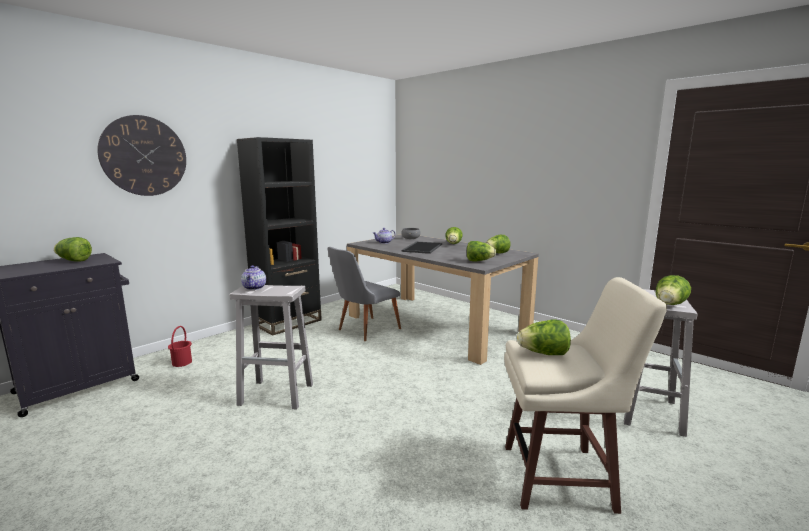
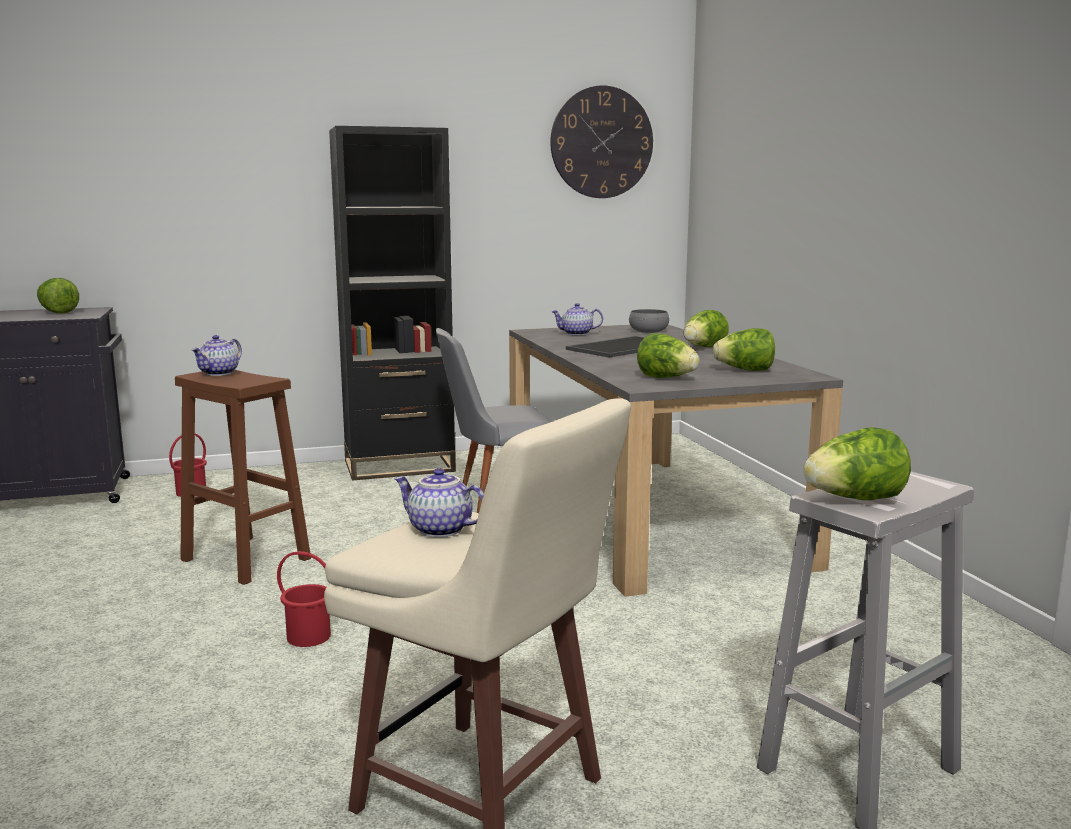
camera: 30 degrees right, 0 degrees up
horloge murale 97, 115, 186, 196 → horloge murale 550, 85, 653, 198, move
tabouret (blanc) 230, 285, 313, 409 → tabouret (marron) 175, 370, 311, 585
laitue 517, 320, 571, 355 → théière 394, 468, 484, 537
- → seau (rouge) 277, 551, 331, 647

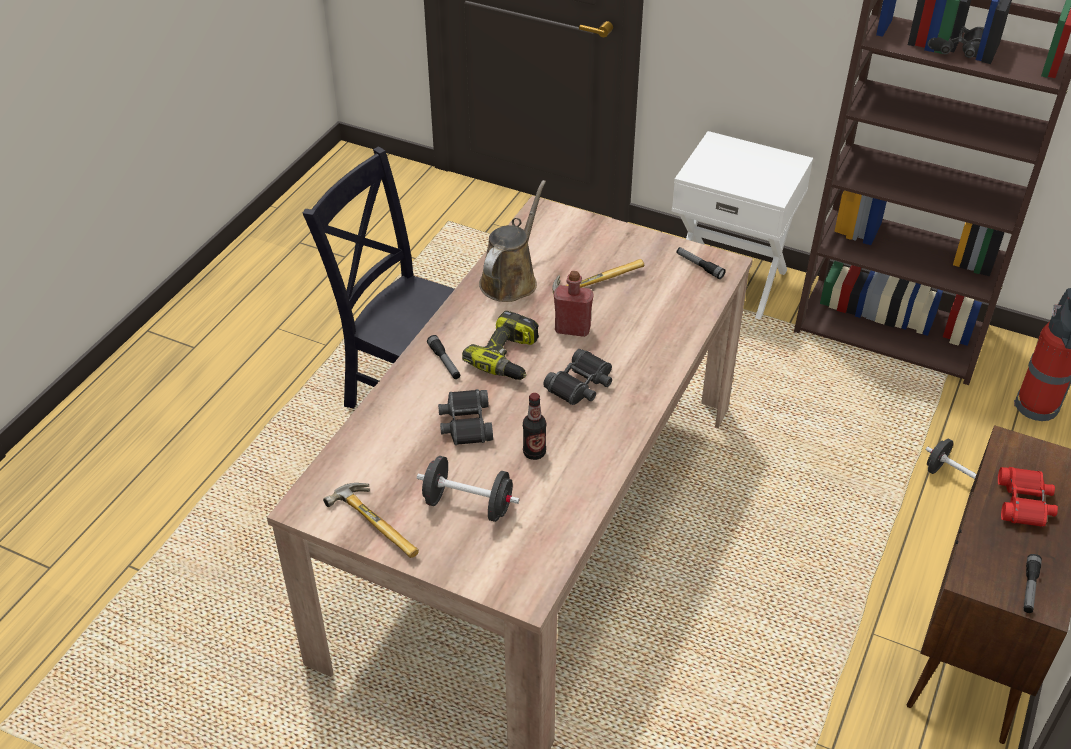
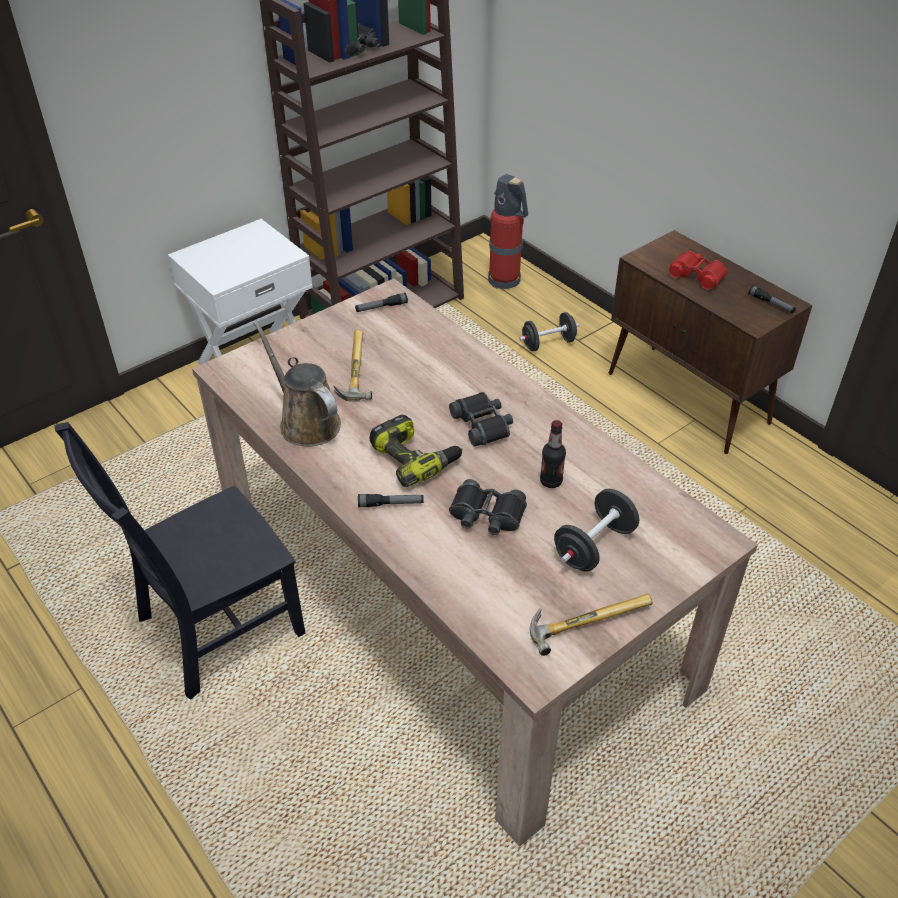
camera: 65 degrees left, 0 degrees up
bouteille (rouge) 554, 271, 594, 337 → -

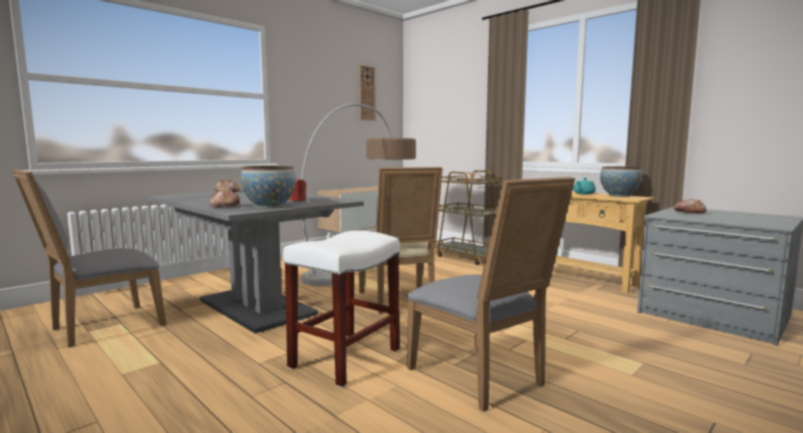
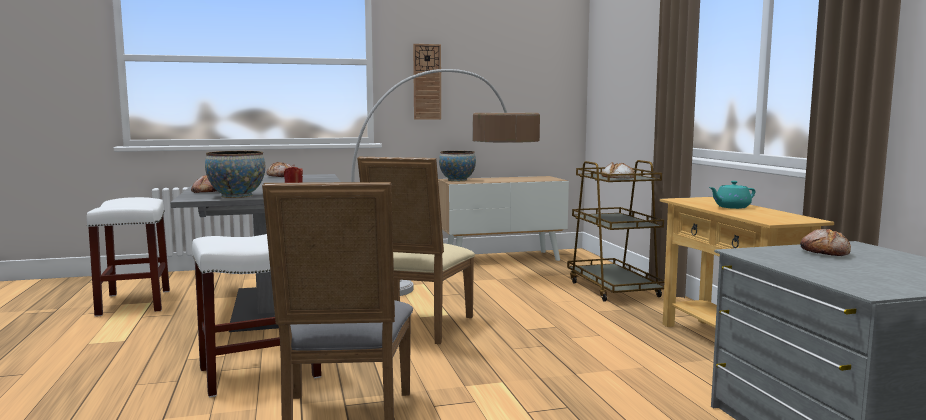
camera: 30 degrees right, 0 degrees up
chaise (gris) 12, 169, 166, 348 → tabouret (blanc) 86, 197, 170, 317
horloge murale 359, 65, 376, 121 → horloge murale 413, 44, 441, 120, move
bol 600, 167, 642, 197 → bol 439, 151, 476, 181, move

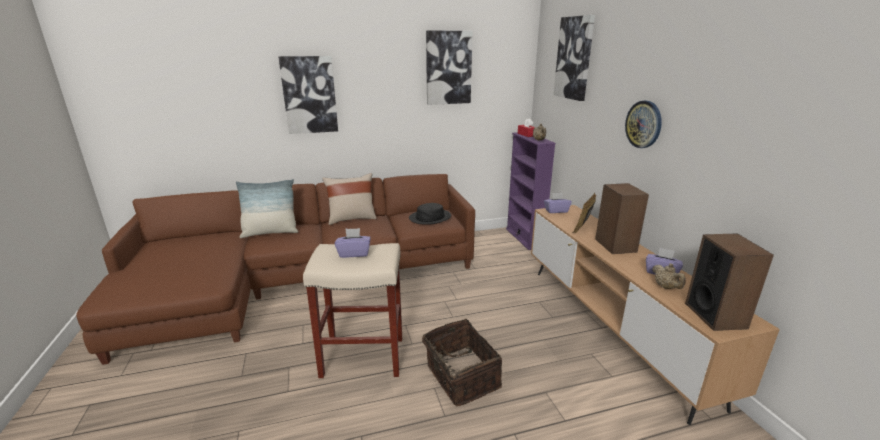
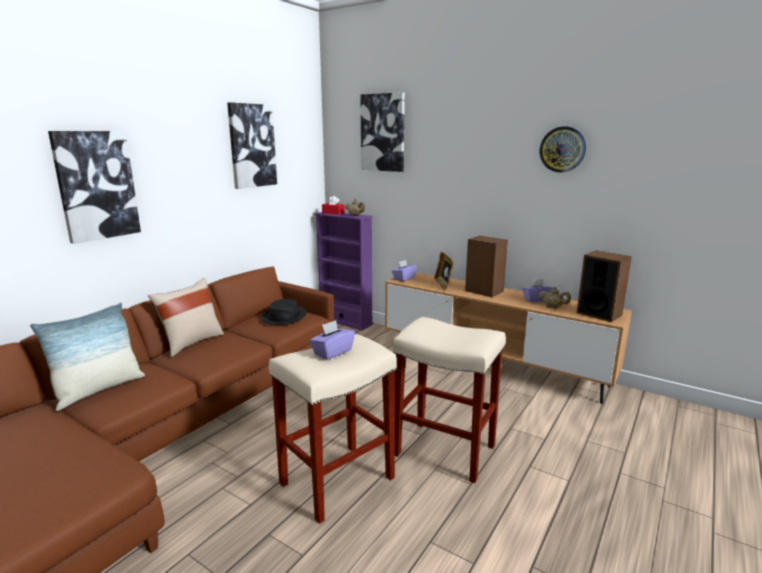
camera: 40 degrees left, 5 degrees down
panier 422, 319, 502, 407 → tabouret (beige) 393, 317, 506, 483
horloge murale 625, 101, 662, 148 → horloge murale 540, 126, 586, 173, move

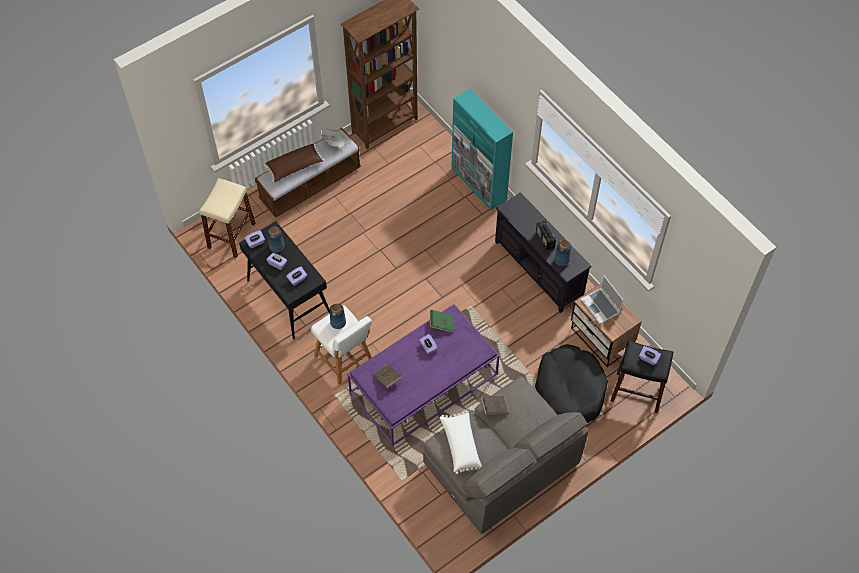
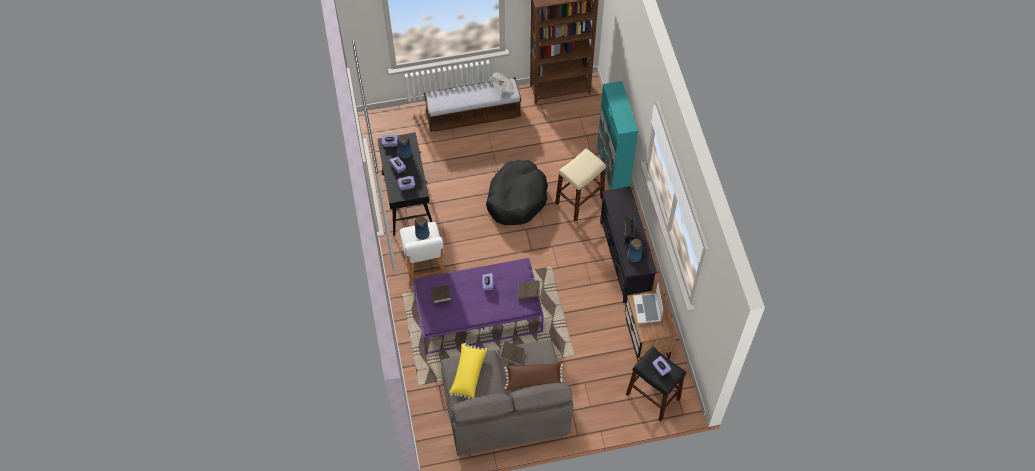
camera: 25 degrees right, 0 degrees up
tabouret (beige) 199, 178, 256, 258 → tabouret (beige) 555, 148, 606, 221, move
coussin (marron) 264, 144, 324, 182 → coussin (marron) 504, 364, 563, 391, move
livre (vert) 430, 310, 453, 333 → -
coussin (blanc) 440, 411, 482, 474 → coussin (jaune) 449, 343, 487, 399
panier pour chien (noir) 535, 344, 608, 423 → panier pour chien (noir) 486, 160, 548, 225, move
- → livre (marron) 518, 280, 540, 300

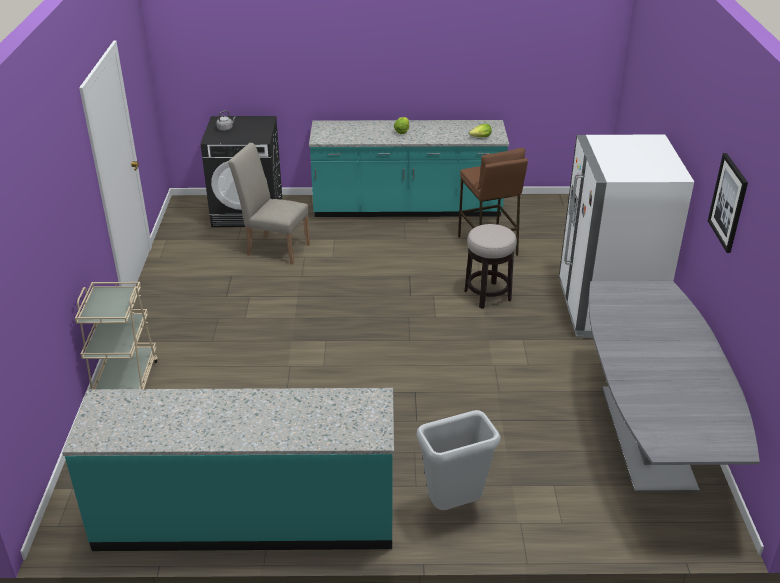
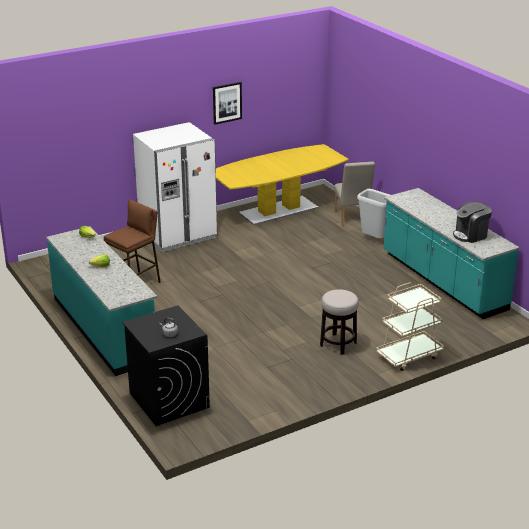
camera: 120 degrees left, 5 degrees down
chaise (beige) 228, 143, 310, 264 → chaise (beige) 334, 162, 375, 227, move
tabouret 465, 224, 517, 309 → tabouret 320, 289, 359, 355, move
table à manger (gris) 589, 281, 760, 493 → table à manger (jaune) 216, 144, 349, 225
- → machine à café 453, 201, 492, 243

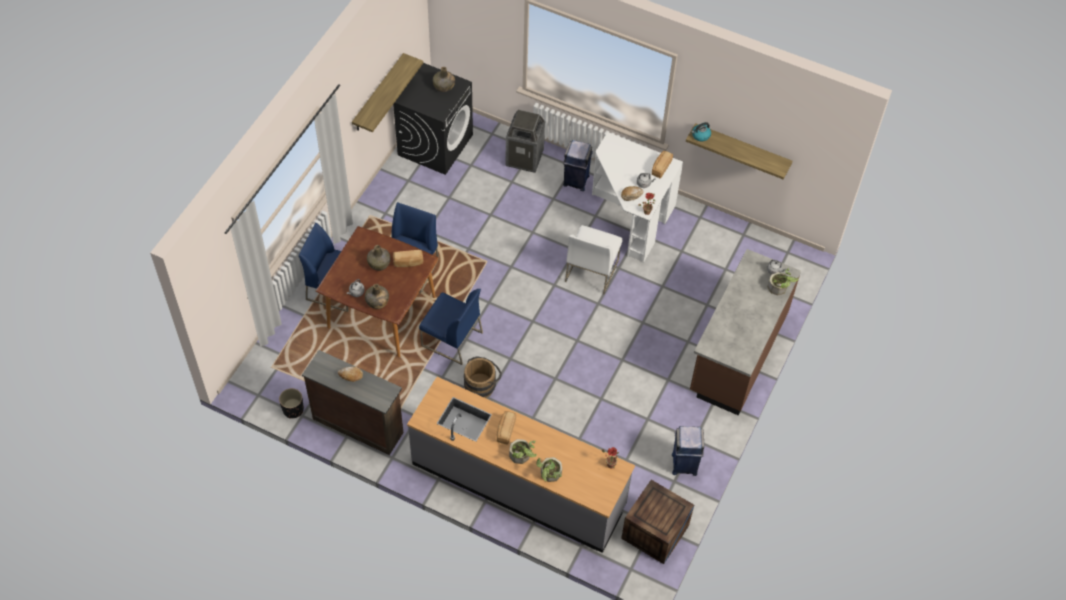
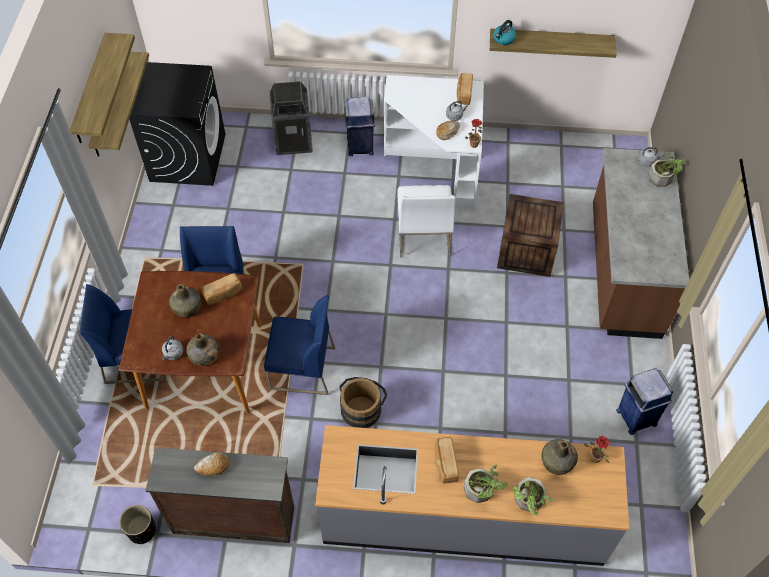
camera: 20 degrees left, 0 degrees up
bouteille (vert) 433, 67, 455, 92 → bouteille (vert) 542, 439, 578, 475, move
caisse 621, 480, 694, 564 → caisse 497, 194, 564, 277, move
- → étagère 70, 33, 135, 143

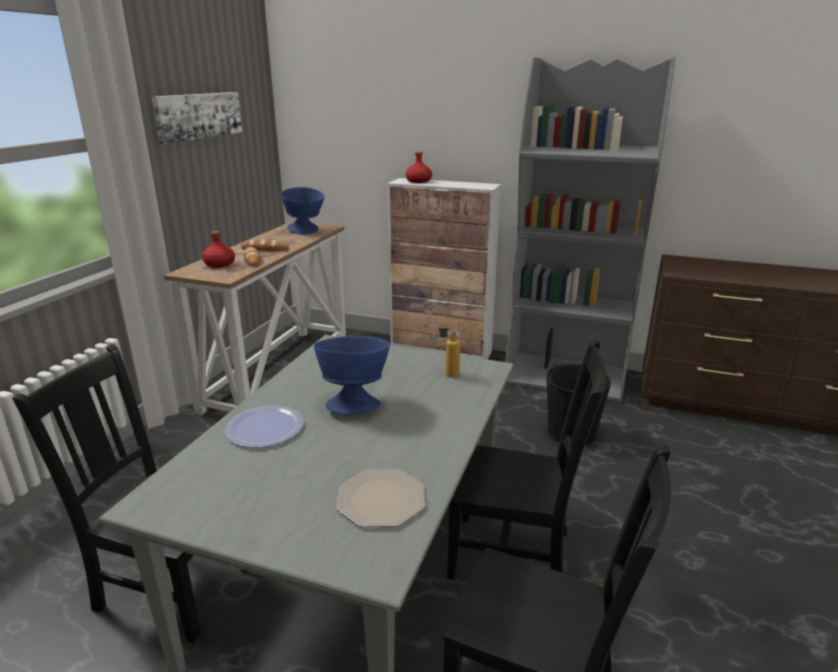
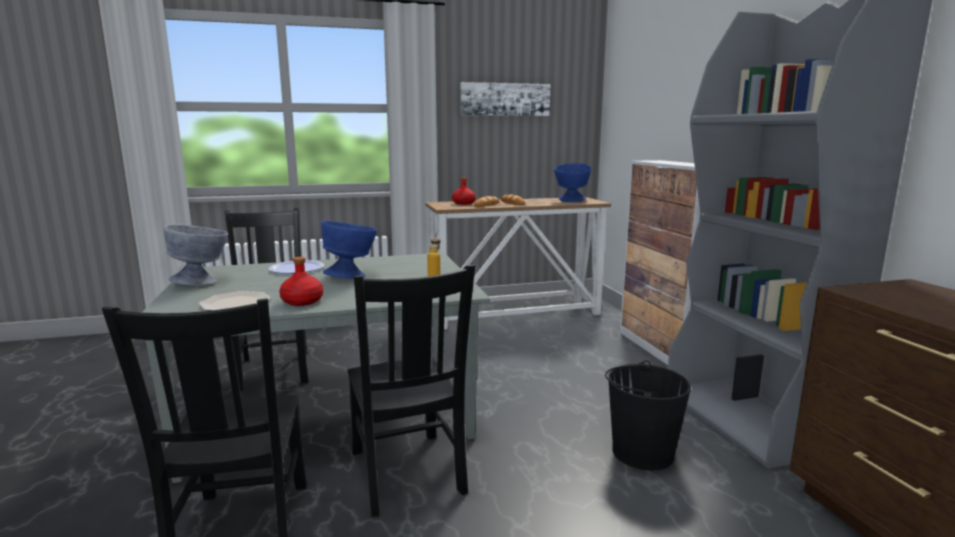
camera: 55 degrees right, 10 degrees down
bouteille (rouge) 406, 152, 432, 183 → bouteille (rouge) 279, 257, 324, 306, move
- → bol (gris) 164, 224, 228, 286

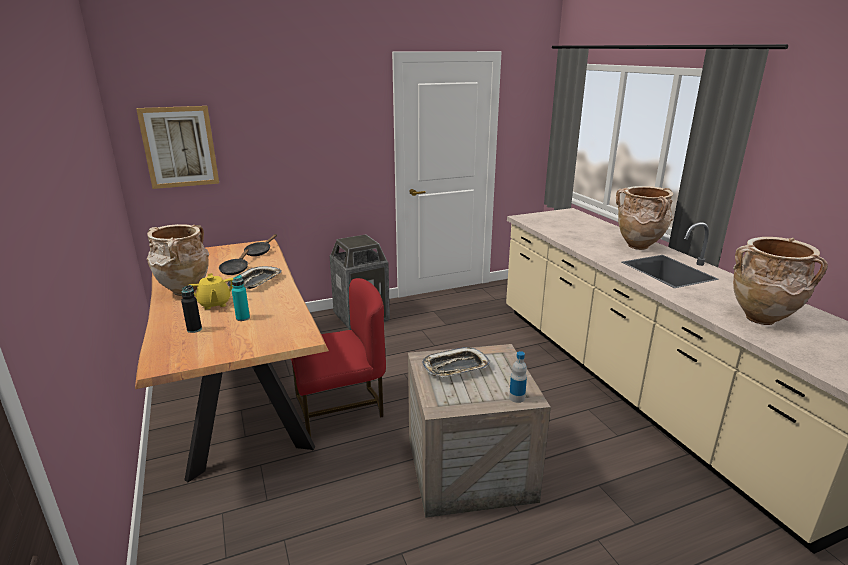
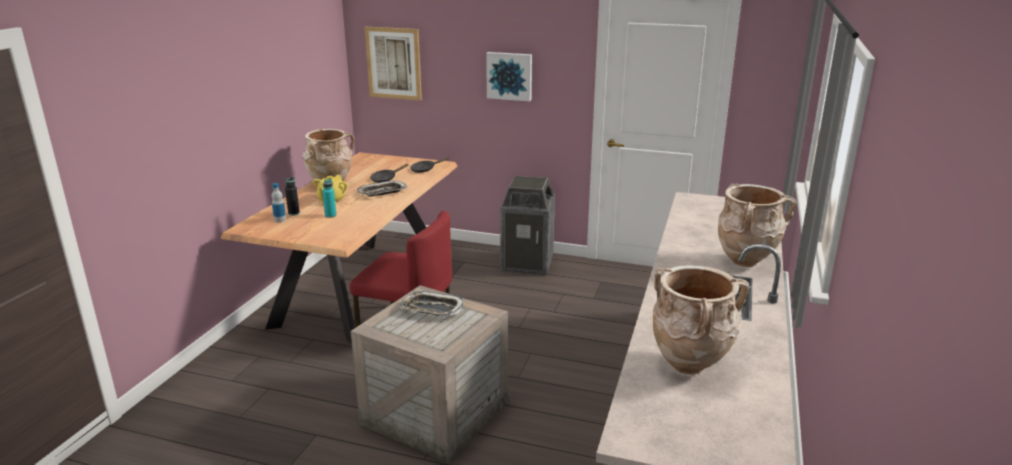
camera: 40 degrees right, 0 degrees up
bouteille 509, 351, 527, 403 → bouteille 271, 183, 286, 223, move
- → tableau 486, 52, 532, 101

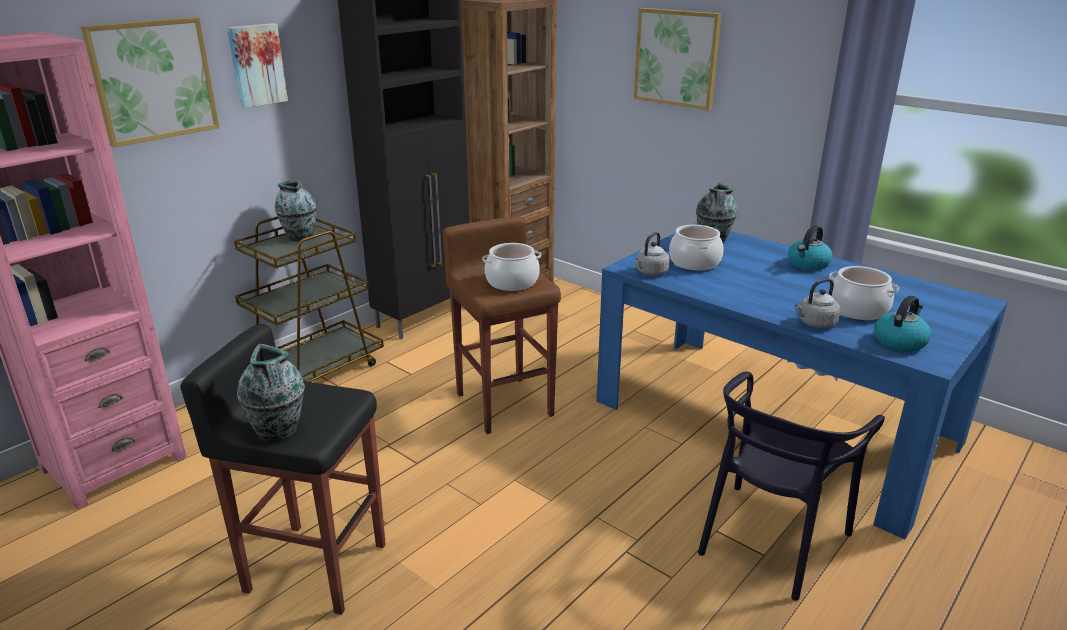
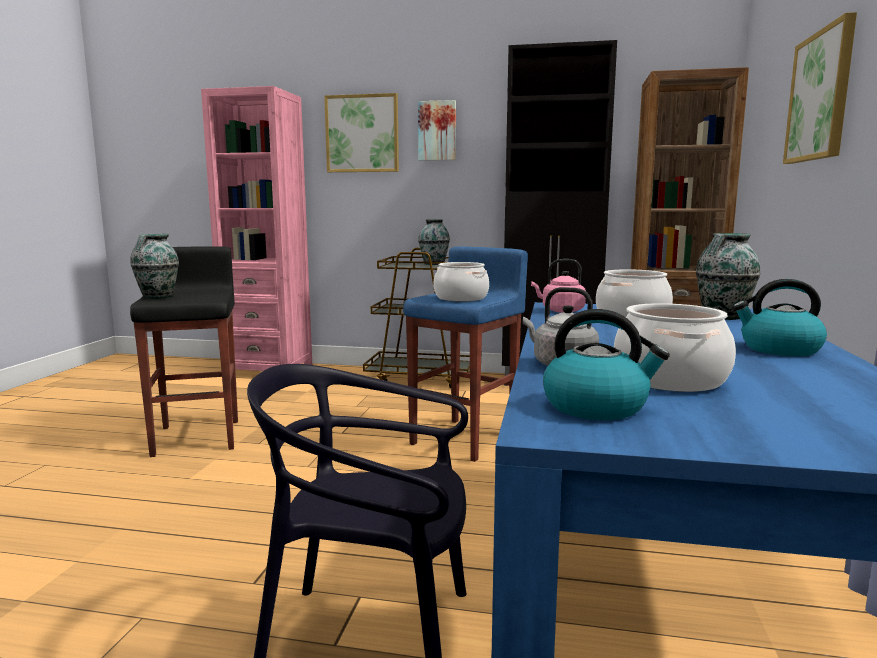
camera: 60 degrees right, 15 degrees down
tabouret (marron) 443, 216, 561, 434 → tabouret (bleu) 403, 247, 528, 462
bouilloire (gris) 636, 232, 670, 276 → bouilloire (rose) 531, 259, 586, 313

